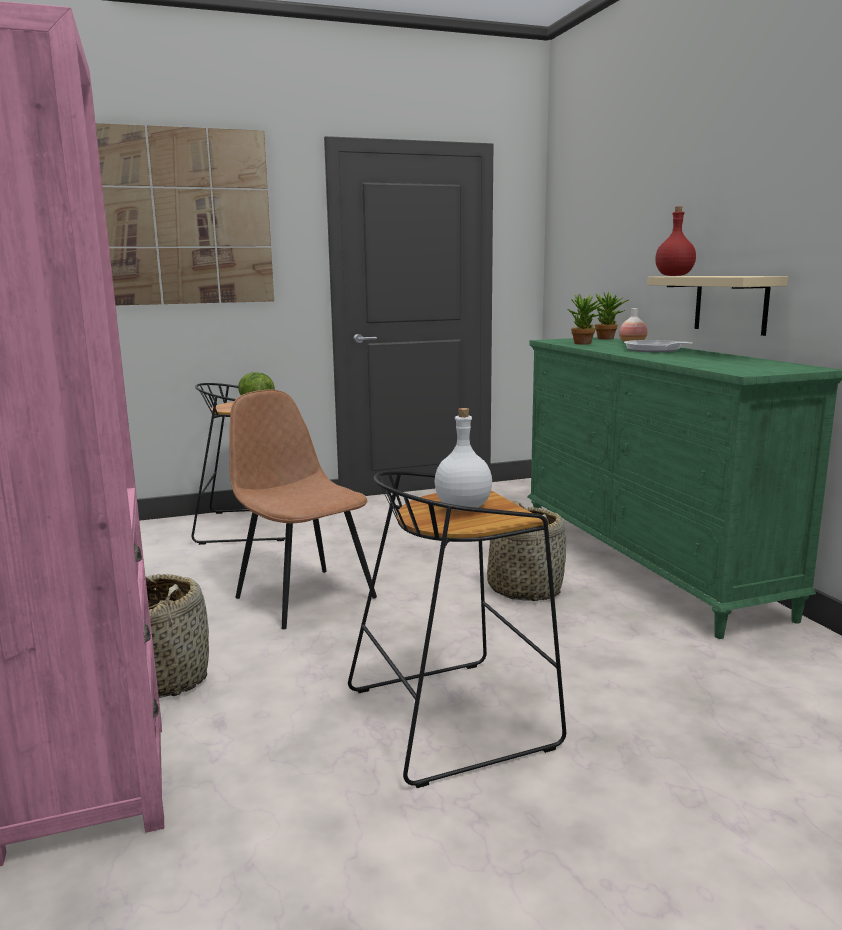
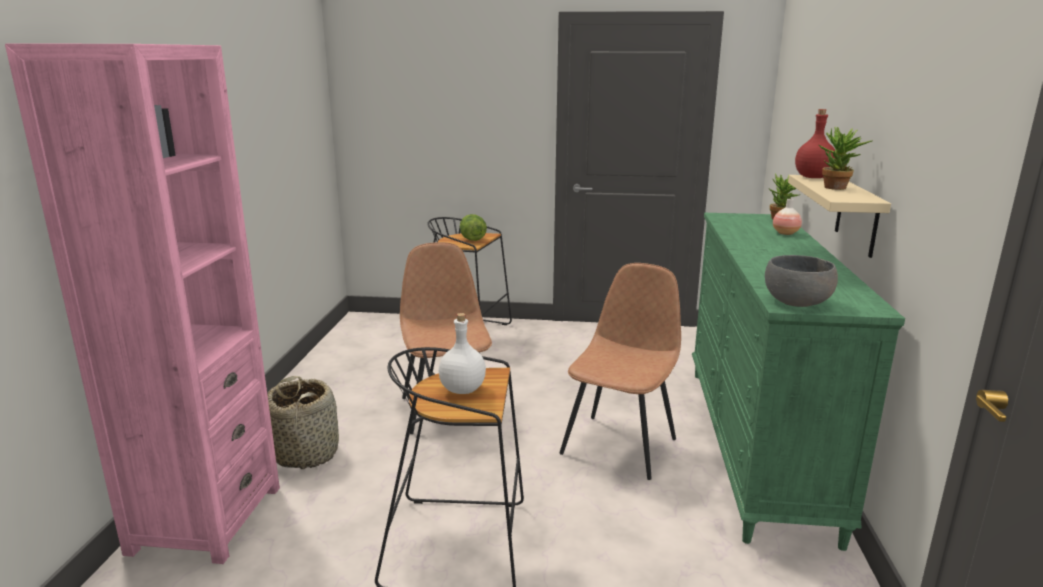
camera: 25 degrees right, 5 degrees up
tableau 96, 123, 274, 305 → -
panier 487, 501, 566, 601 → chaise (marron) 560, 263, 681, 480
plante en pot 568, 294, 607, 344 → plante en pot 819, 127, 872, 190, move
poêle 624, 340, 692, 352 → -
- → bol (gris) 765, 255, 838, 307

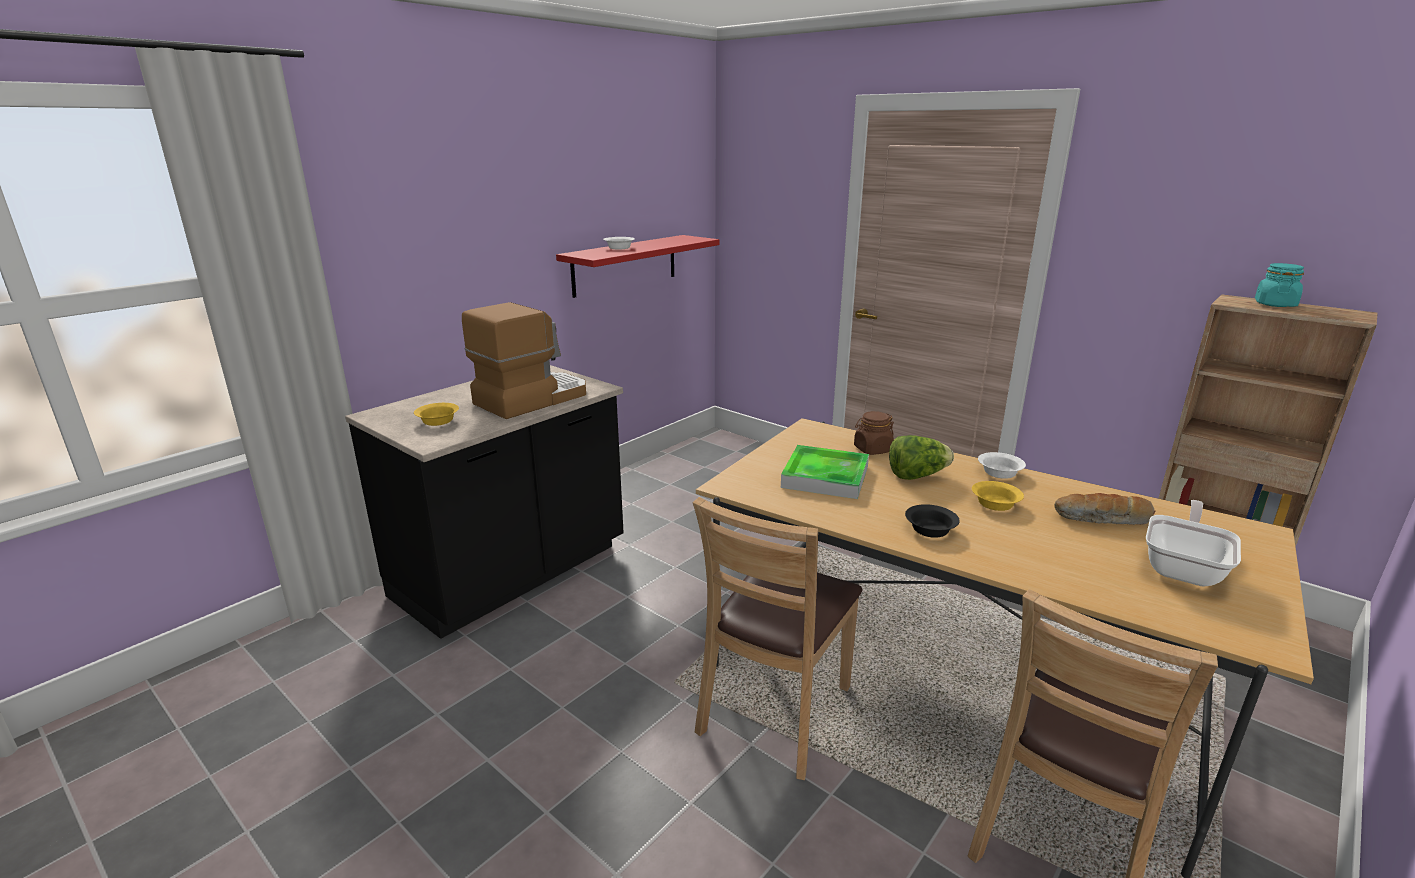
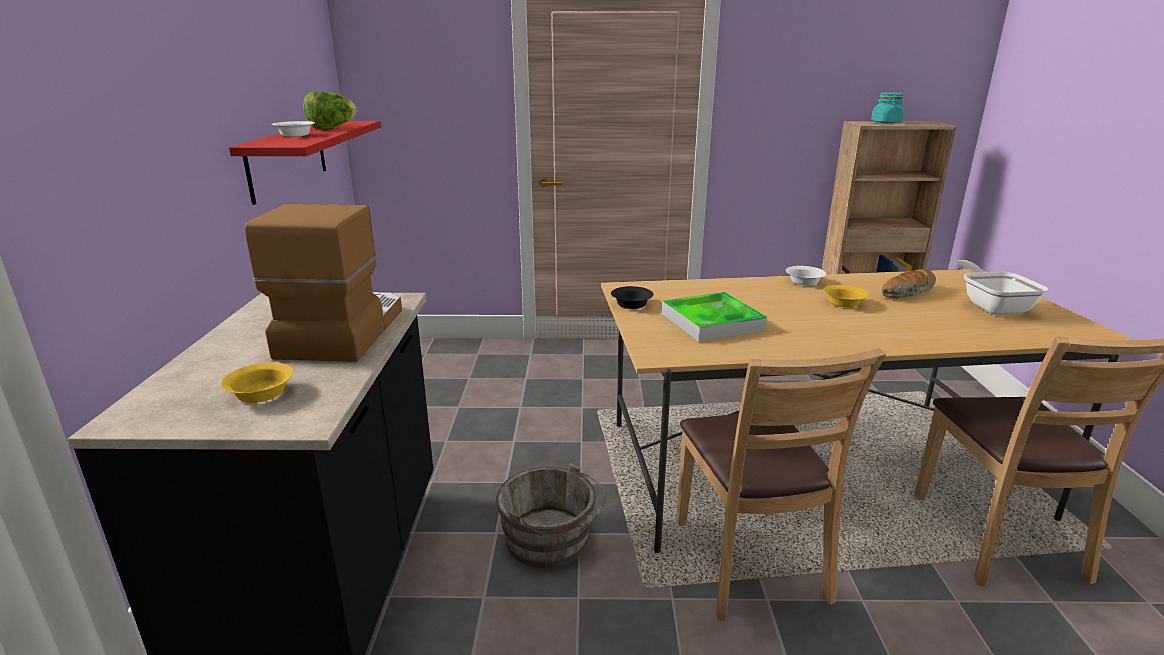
camera: 40 degrees left, 0 degrees up
bocal (marron) 854, 411, 894, 455 → -
laitue 889, 435, 954, 480 → laitue 303, 91, 357, 129, move
bol (noir) 905, 504, 960, 538 → bol (noir) 611, 286, 653, 309, move
- → seau (gris) 497, 463, 606, 568

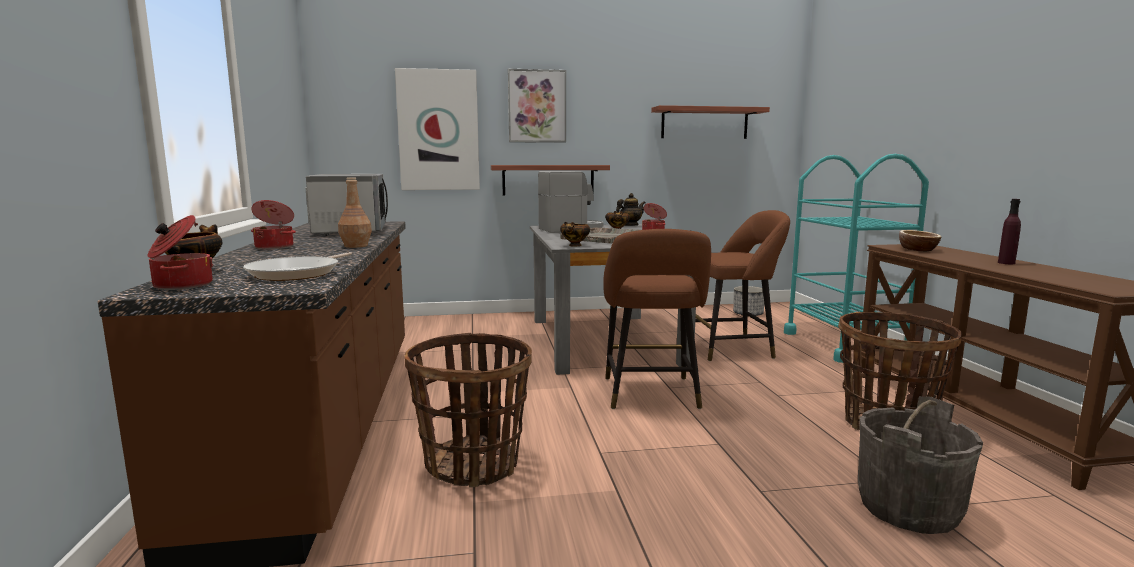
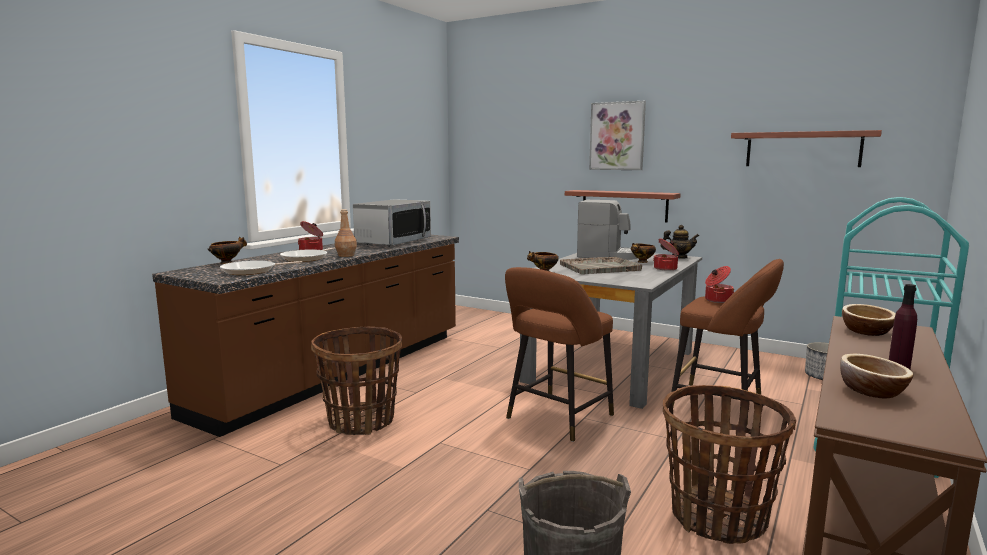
camera: 40 degrees right, 0 degrees up
marmite 148, 215, 214, 290 → marmite 705, 266, 734, 303, move
tableau 395, 68, 480, 190 → -
- → poêle 280, 247, 335, 262
- → bol 840, 354, 914, 399

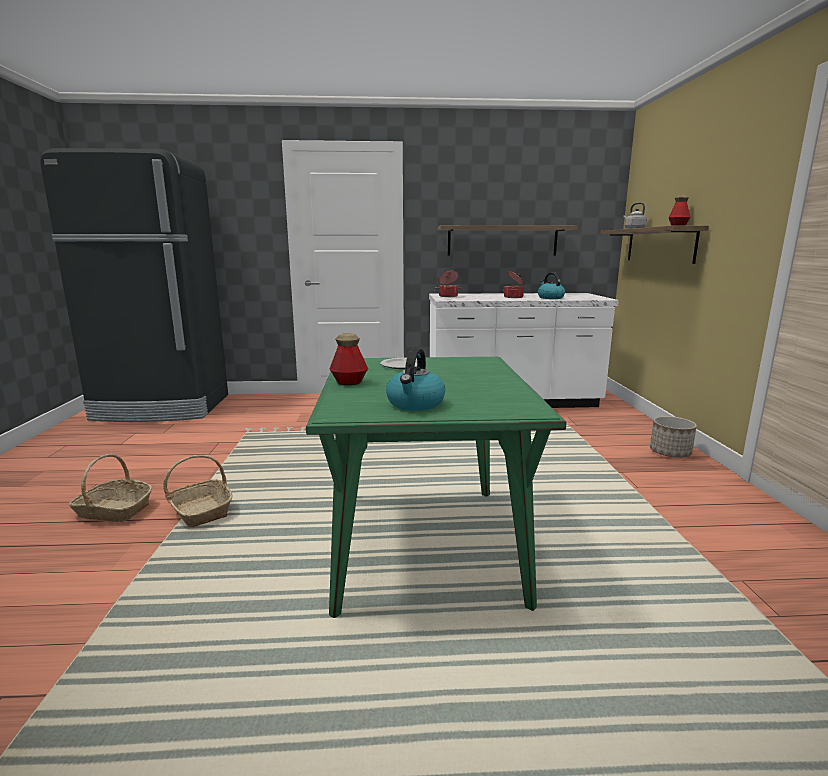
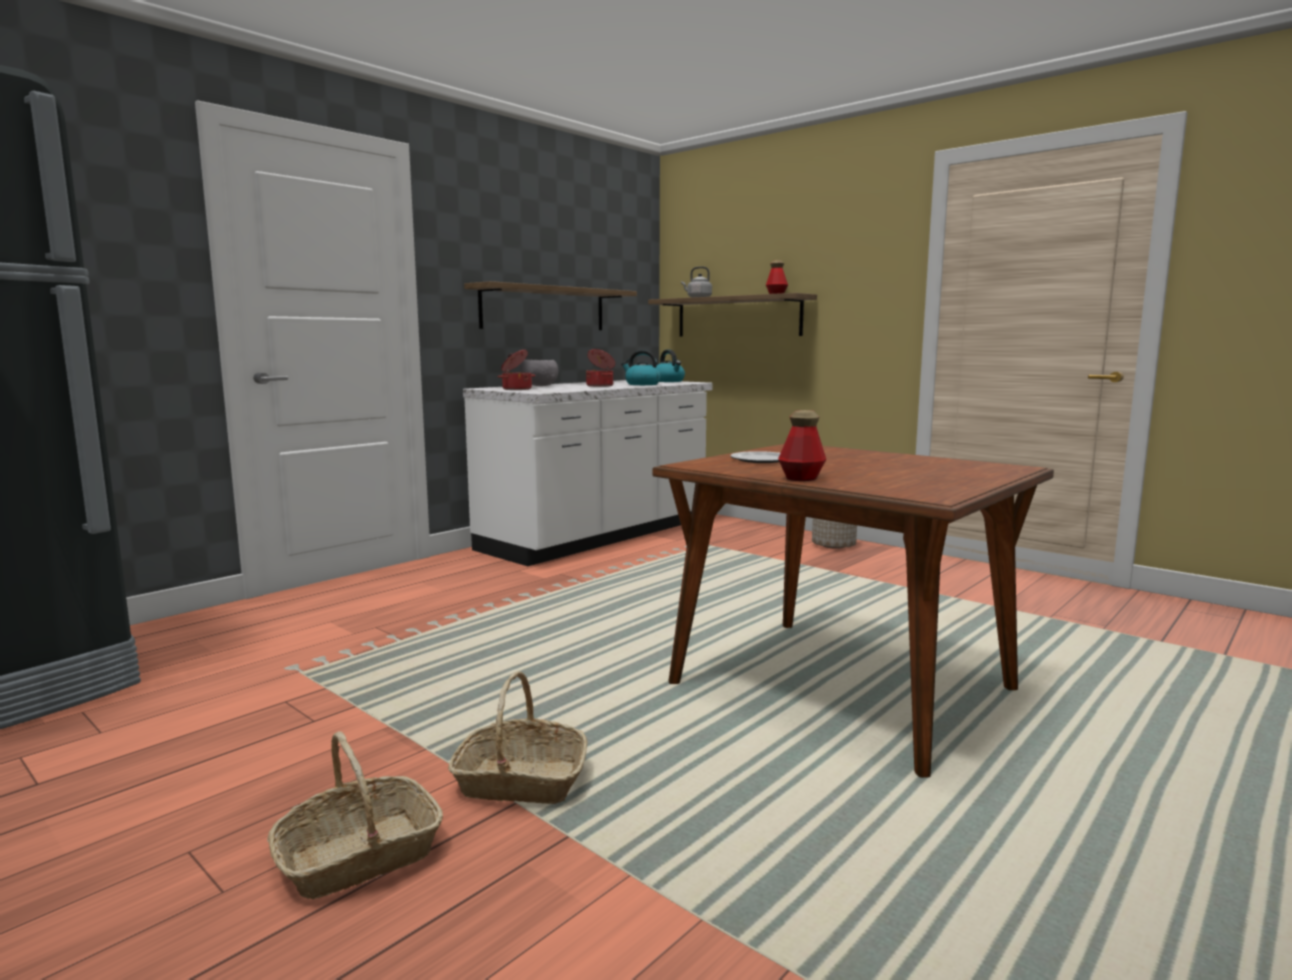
camera: 45 degrees left, 5 degrees down
table à manger (vert) 306, 357, 566, 618 → table à manger (marron) 653, 444, 1054, 778
bouilloire 386, 348, 446, 411 → bouilloire 656, 349, 685, 382, move
- → bol (gris) 520, 359, 558, 386

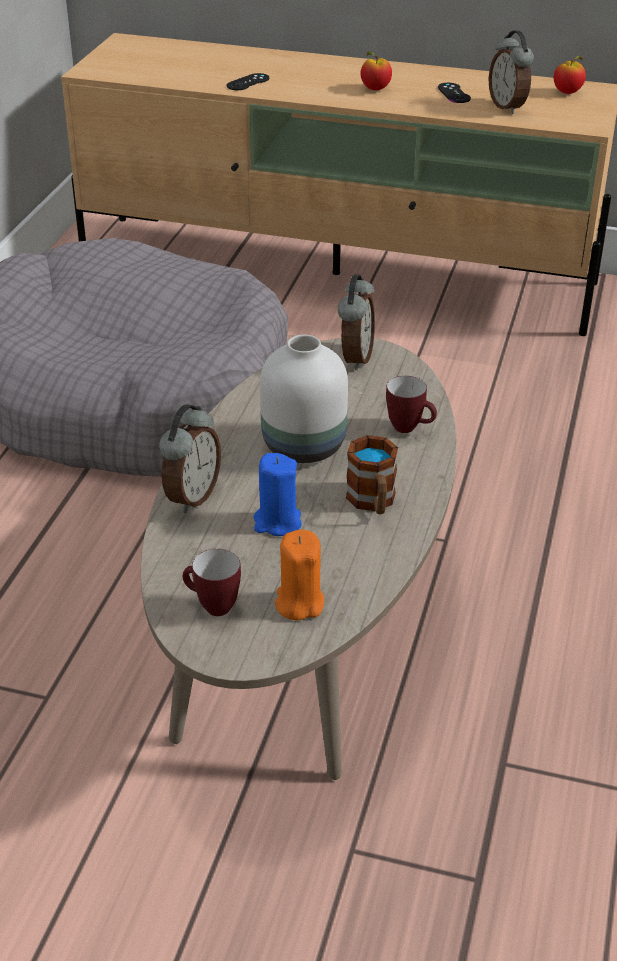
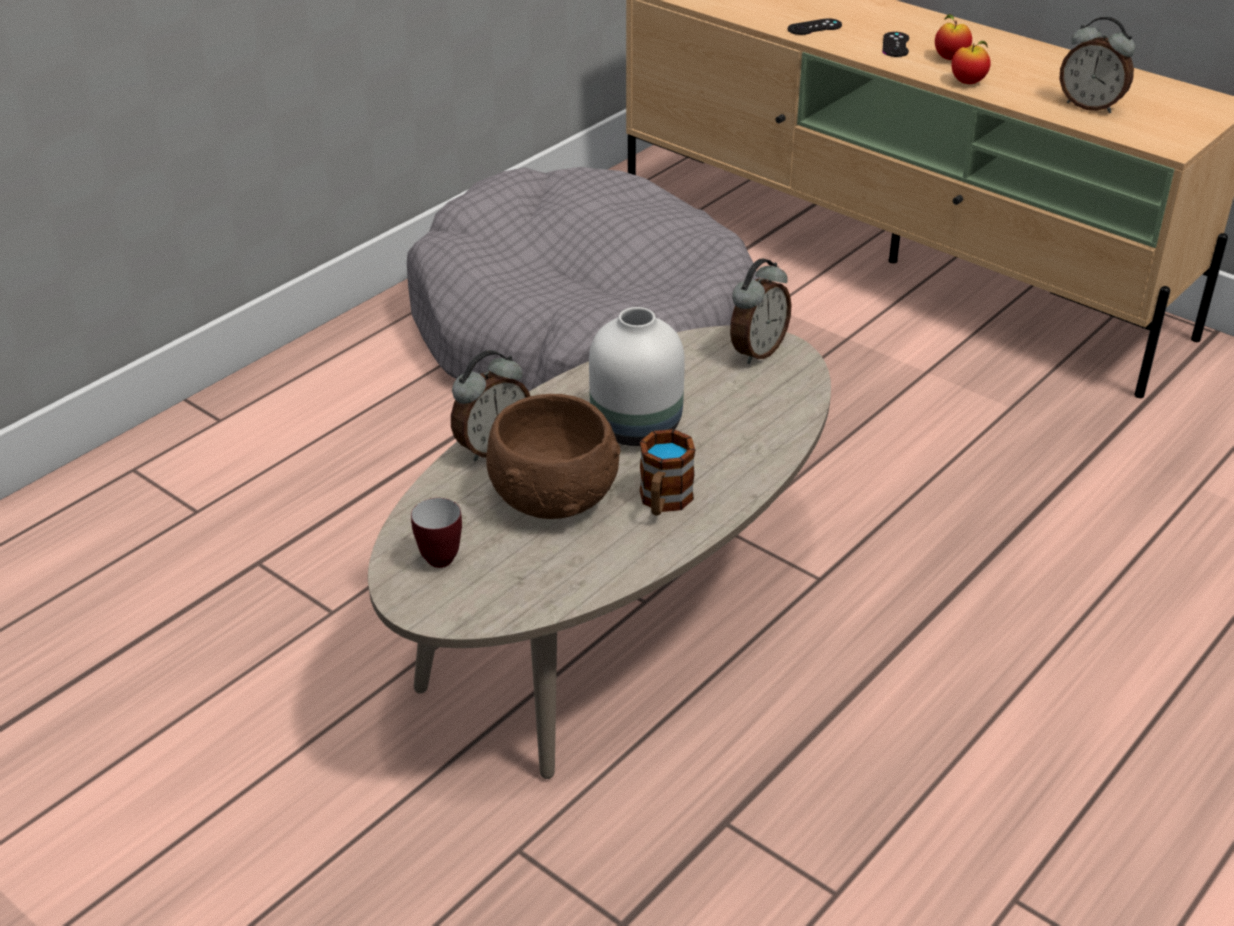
camera: 25 degrees right, 0 degrees up
bougie (bleu) 253, 453, 302, 536 → bol (marron) 486, 394, 620, 519
bougie (orange) 275, 530, 324, 621 → -
mug 386, 376, 437, 433 → -
manette (noir) 438, 83, 471, 103 → manette (noir) 882, 32, 909, 57, move
réveil 489, 31, 534, 114 → réveil 1059, 16, 1135, 113, 60 degrees counterclockwise
pomme 554, 56, 586, 94 → pomme 951, 41, 991, 84, move

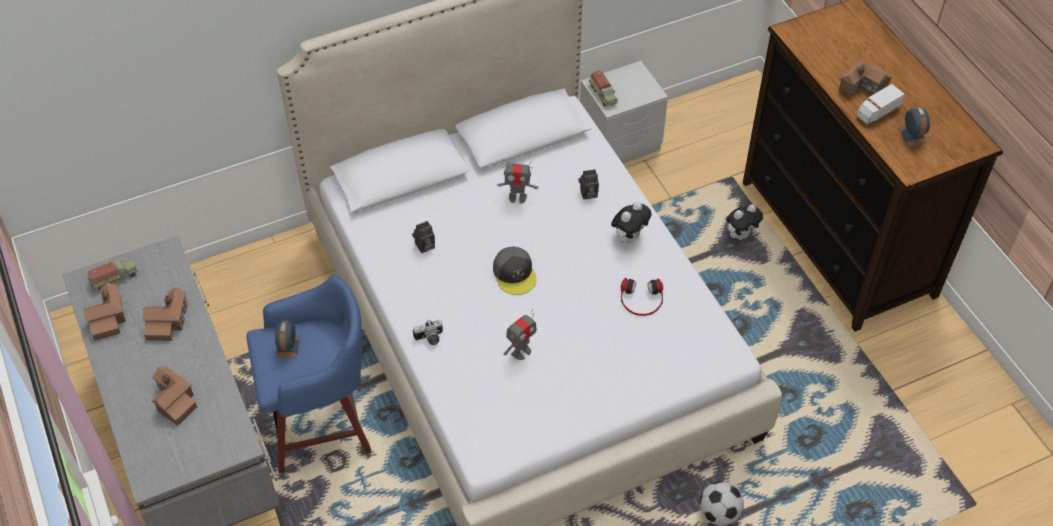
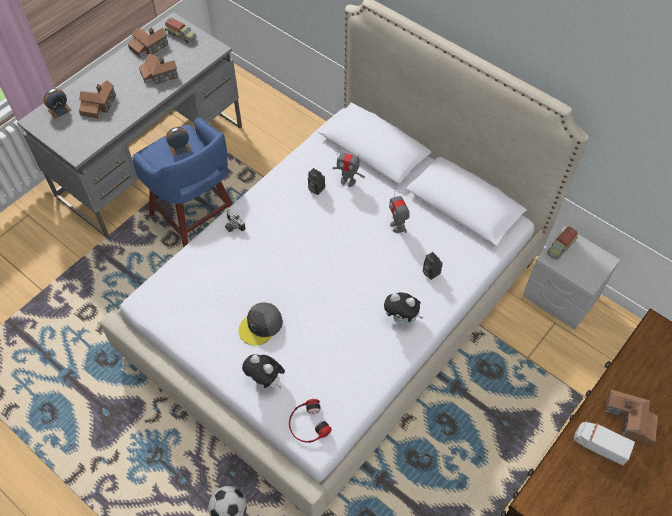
camera: 65 degrees right, 5 degrees up
casquette (gris) 493, 247, 536, 295 → casquette (gris) 238, 302, 283, 346, move
robot jouet 504, 309, 537, 360 → robot jouet 332, 148, 365, 187, move
casque audio 620, 278, 663, 316 → casque audio 289, 399, 332, 443, move
peluche 726, 204, 763, 240 → peluche 242, 354, 285, 389, move
réveil 899, 107, 930, 146 → réveil 44, 88, 72, 119, move

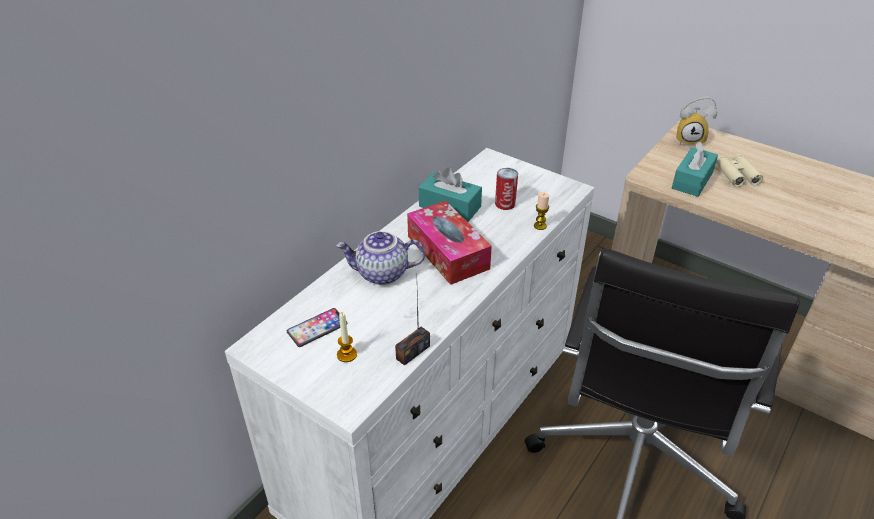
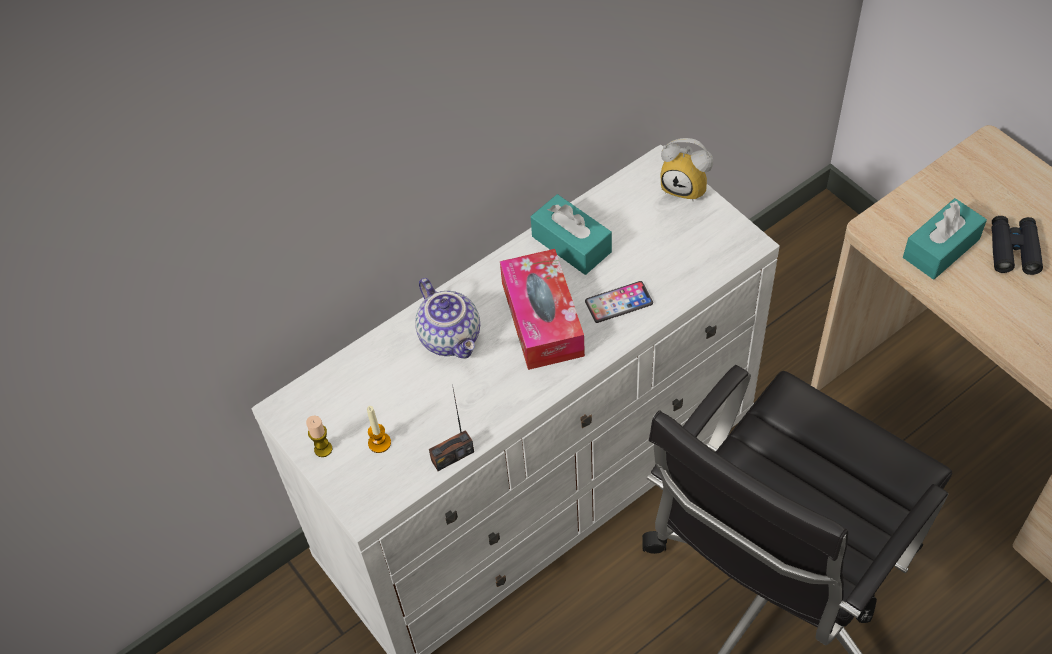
camera: 20 degrees right, 15 degrees up
téléphone 287, 308, 347, 347 → téléphone 585, 281, 653, 323, move
théière 336, 231, 425, 285 → théière 415, 278, 480, 359, 135 degrees counterclockwise
boîte métallique 495, 168, 518, 210 → -
bougie 534, 192, 549, 230 → bougie 306, 416, 332, 457, move
réveil 676, 96, 717, 145 → réveil 661, 138, 713, 201, move
jumelles (beige) 716, 154, 763, 187 → jumelles (noir) 992, 216, 1043, 275

